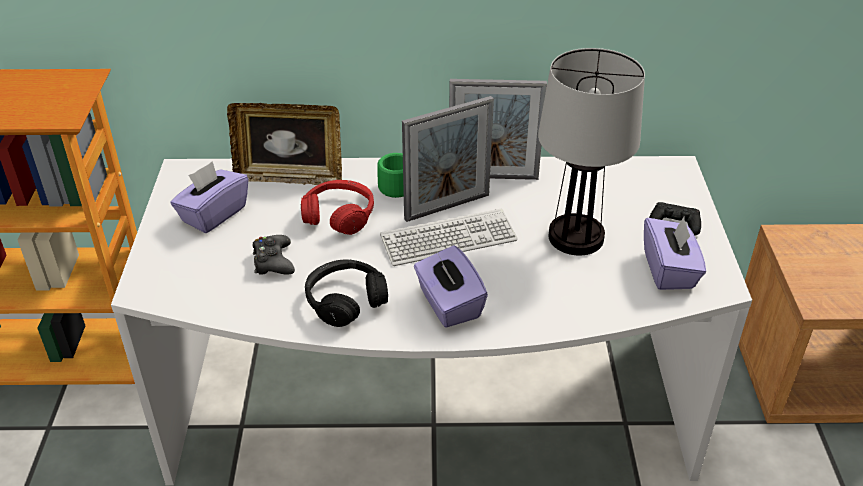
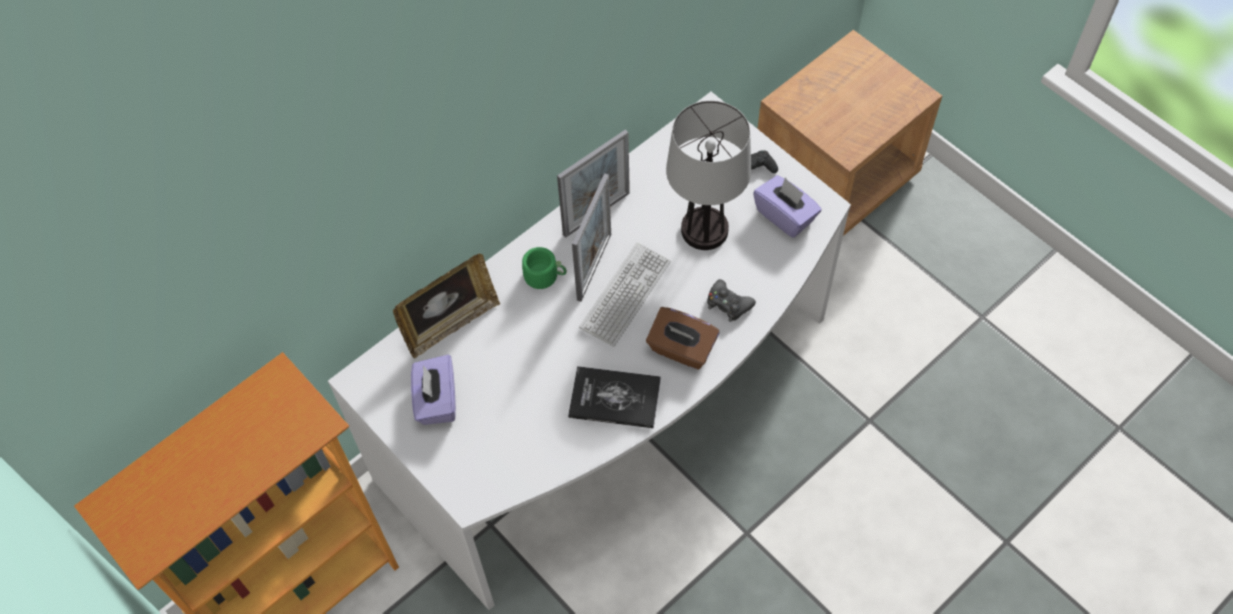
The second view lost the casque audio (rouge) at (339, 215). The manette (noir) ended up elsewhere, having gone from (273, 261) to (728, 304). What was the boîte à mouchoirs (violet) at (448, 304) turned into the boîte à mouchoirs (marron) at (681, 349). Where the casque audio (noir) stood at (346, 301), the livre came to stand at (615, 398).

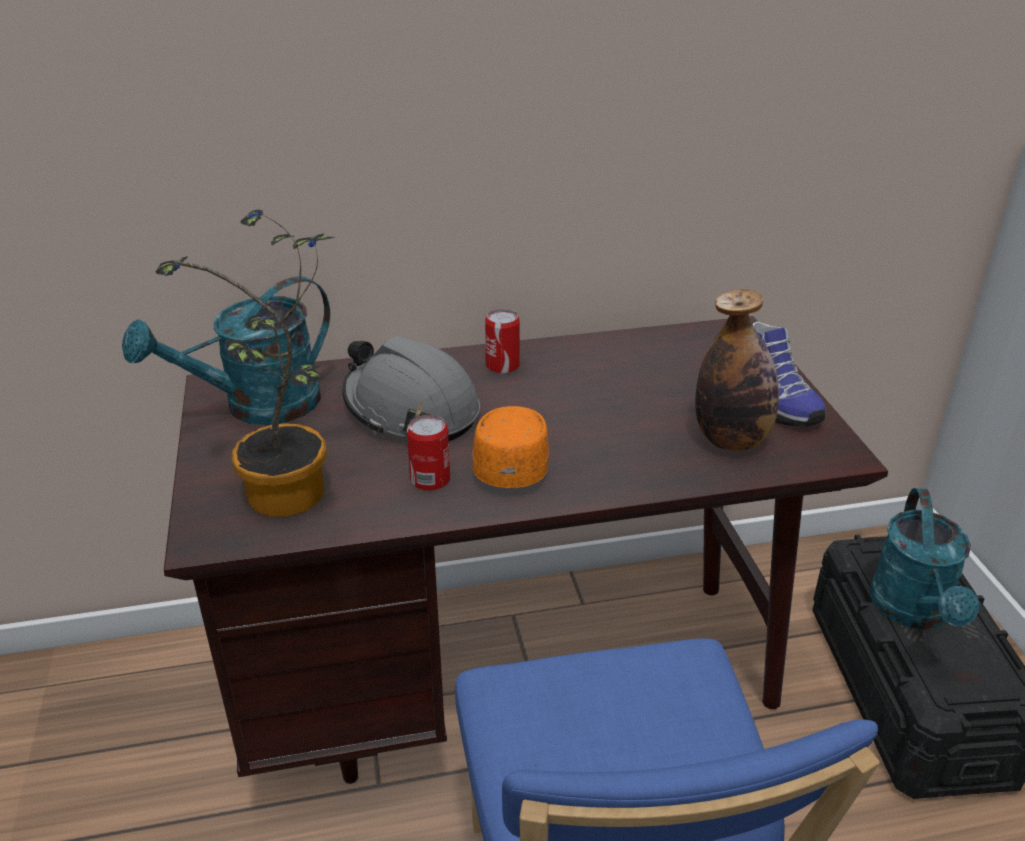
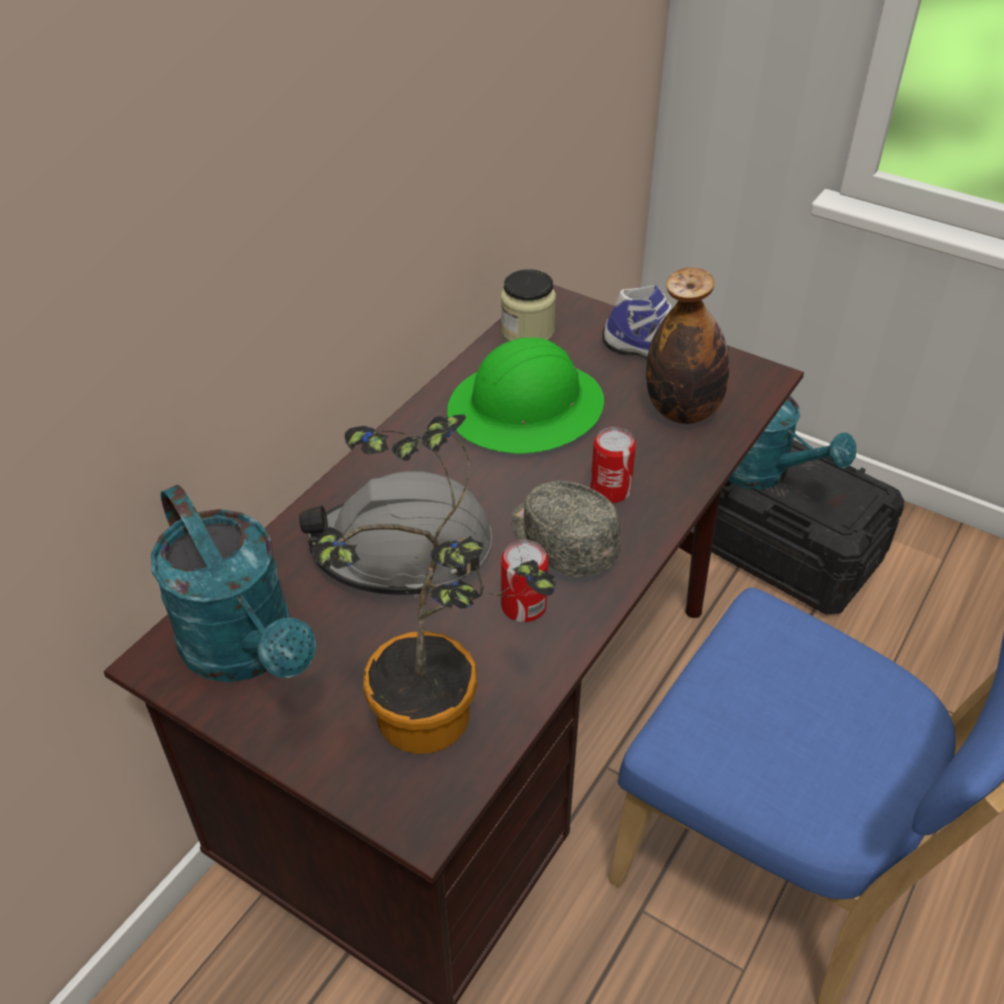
The arrosoir (turquoise) at (257, 407) ended up facing another way, 45 degrees counterclockwise from before. The boîte métallique ended up elsewhere, having gone from (502, 365) to (610, 490). What was the casquette (orange) at (512, 461) turned into the casquette (gris) at (561, 541). The second view gained the bocal at (527, 331). The second view gained the casque de chantier (vert) at (526, 410).

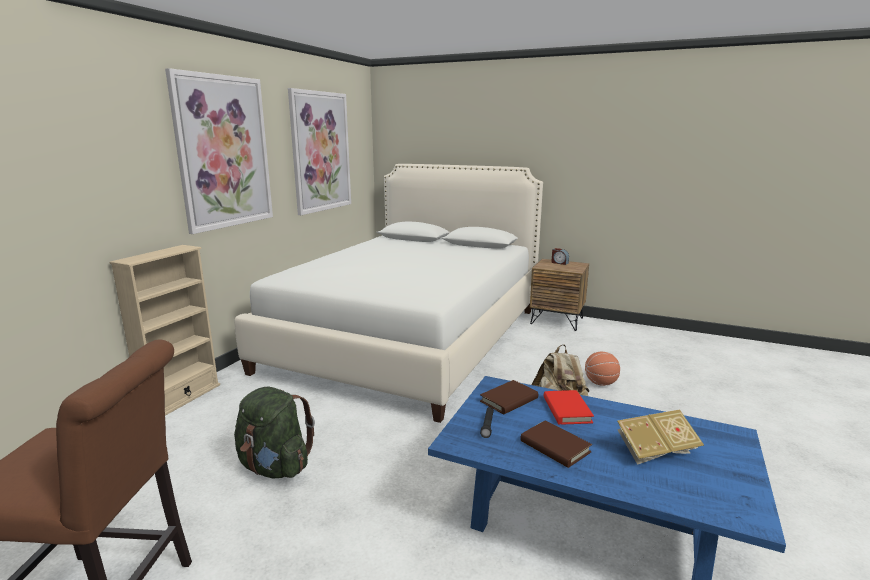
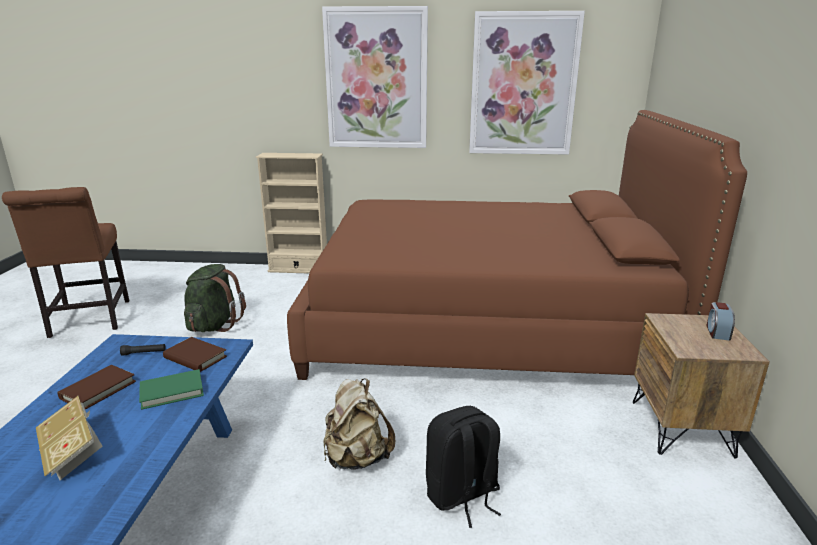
What was the lit (blanc) at (410, 338) turned into the lit (marron) at (484, 324). Where the ballon de basket stood at (601, 383), the sac à dos (noir) came to stand at (462, 495). What was the livre (rouge) at (567, 410) turned into the livre (vert) at (172, 392).

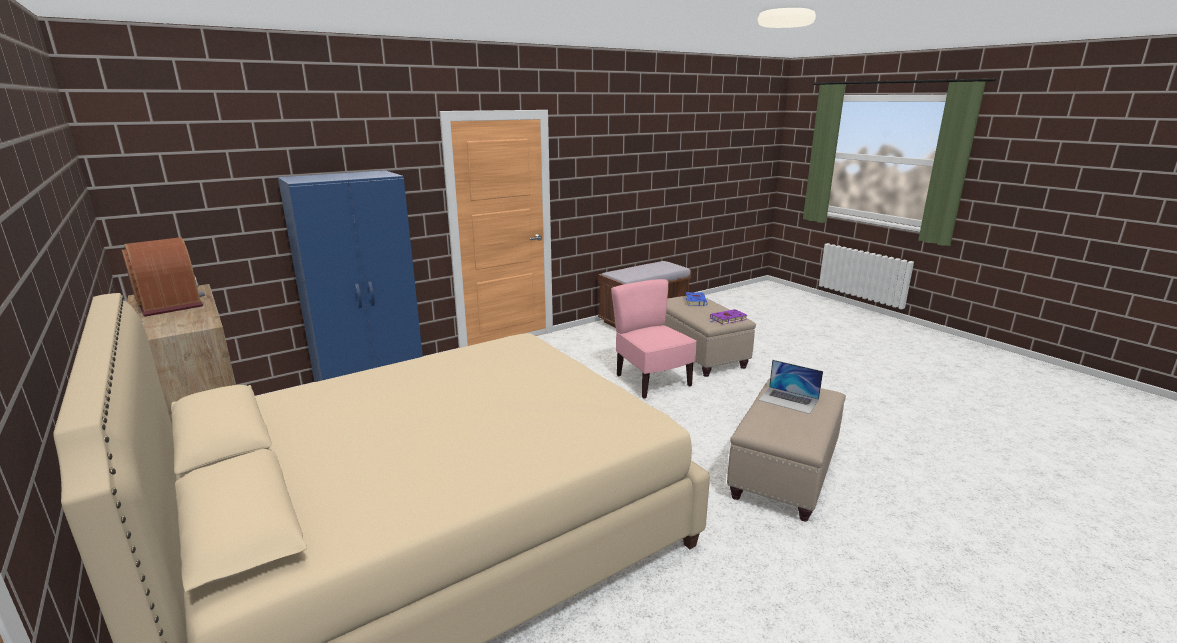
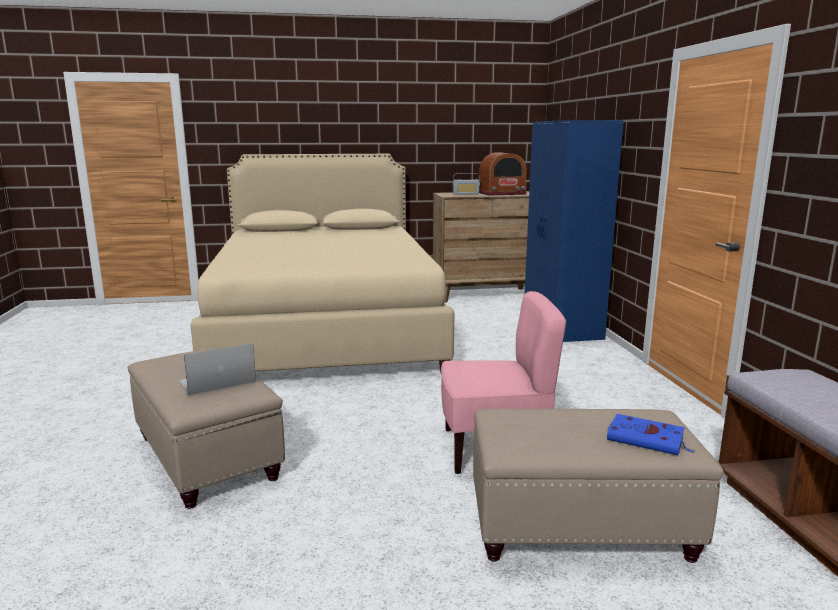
The second view lost the livre (violet) at (727, 319). The second view gained the radio at (466, 194).

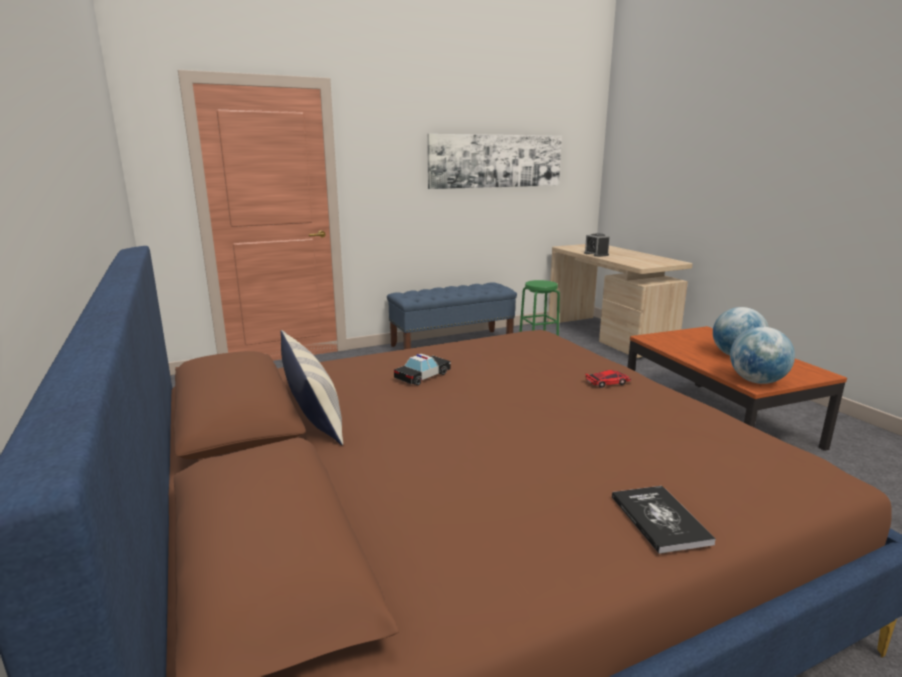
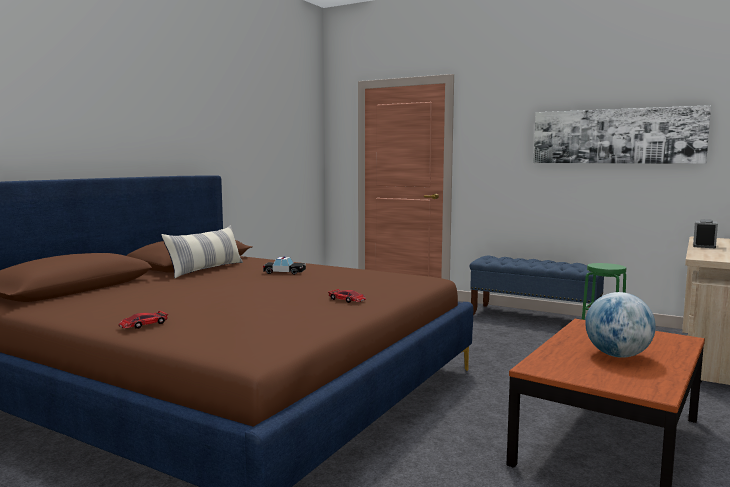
The second view lost the globe at (756, 381). Where the livre stood at (659, 519), the petite voiture came to stand at (143, 324).

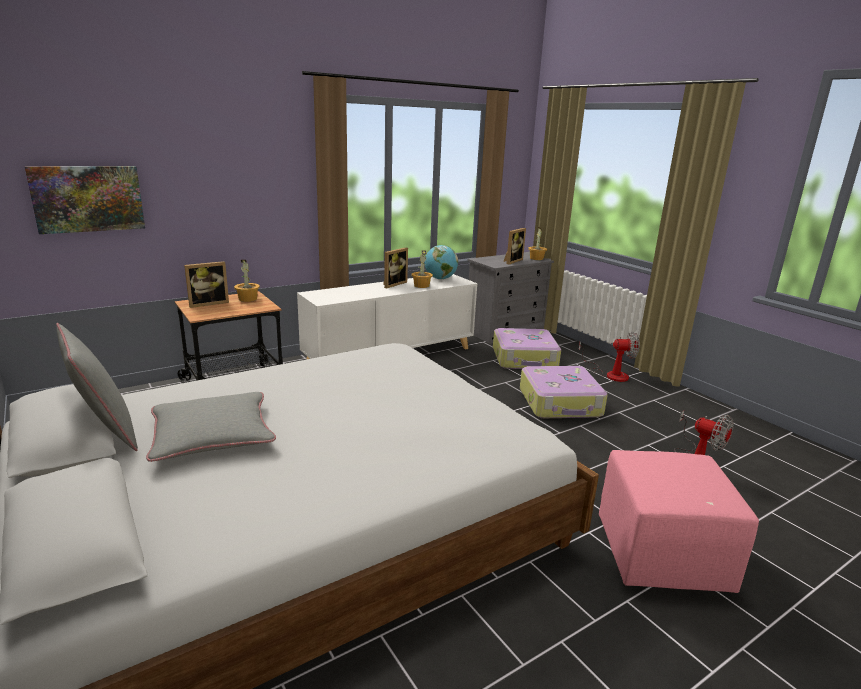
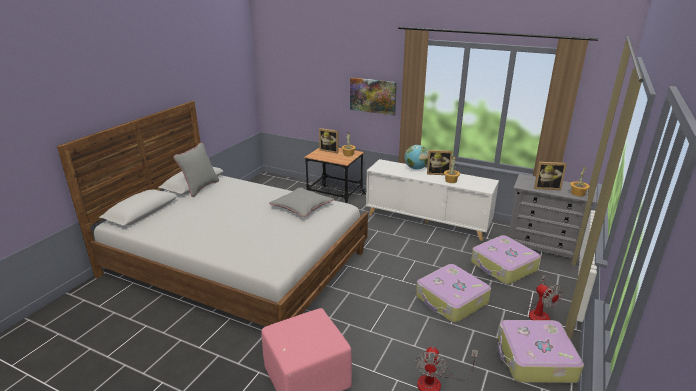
The tableau ended up elsewhere, having gone from (88, 198) to (373, 95). The globe ended up elsewhere, having gone from (440, 279) to (416, 168). The coussin (gris) ended up elsewhere, having gone from (212, 435) to (302, 206). The second view gained the valise at (535, 359).

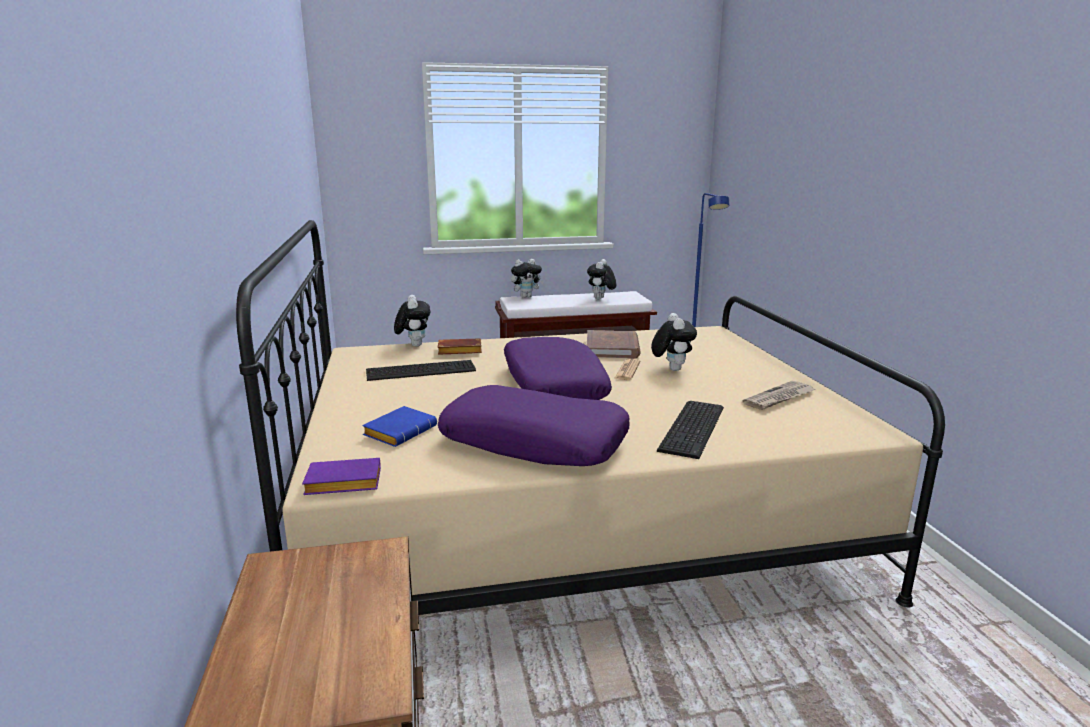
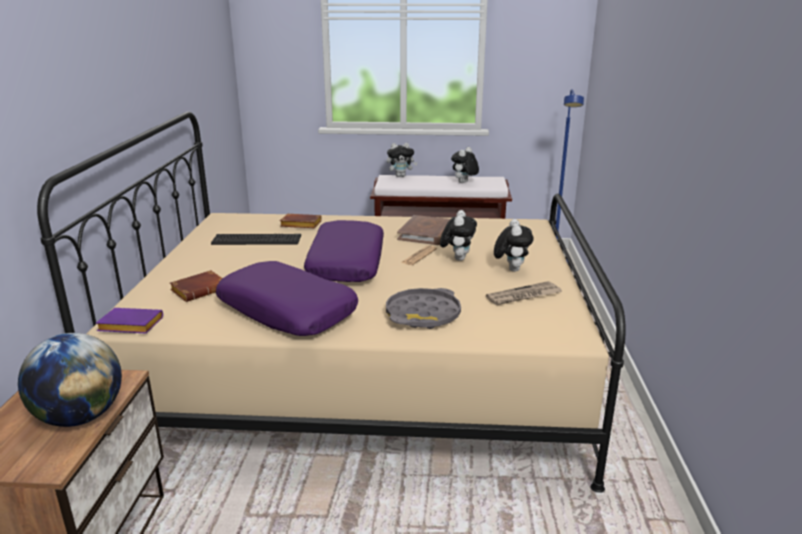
The peluche ended up elsewhere, having gone from (414, 345) to (511, 269). Where the clavier stood at (695, 428), the plateau (gris) came to stand at (423, 314). What was the livre (bleu) at (400, 431) turned into the livre (marron) at (200, 290). The second view gained the globe at (80, 417).

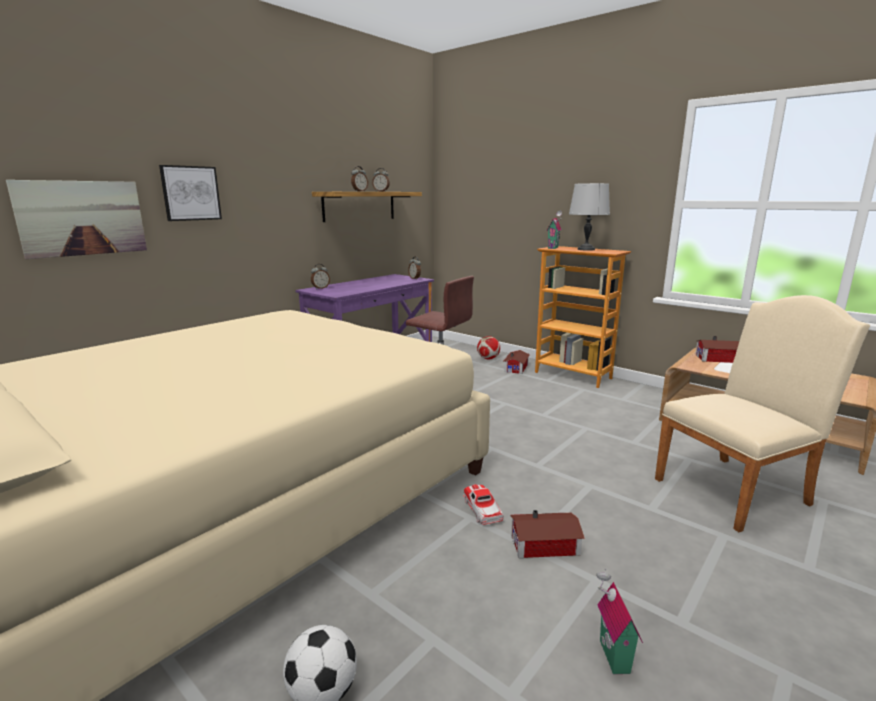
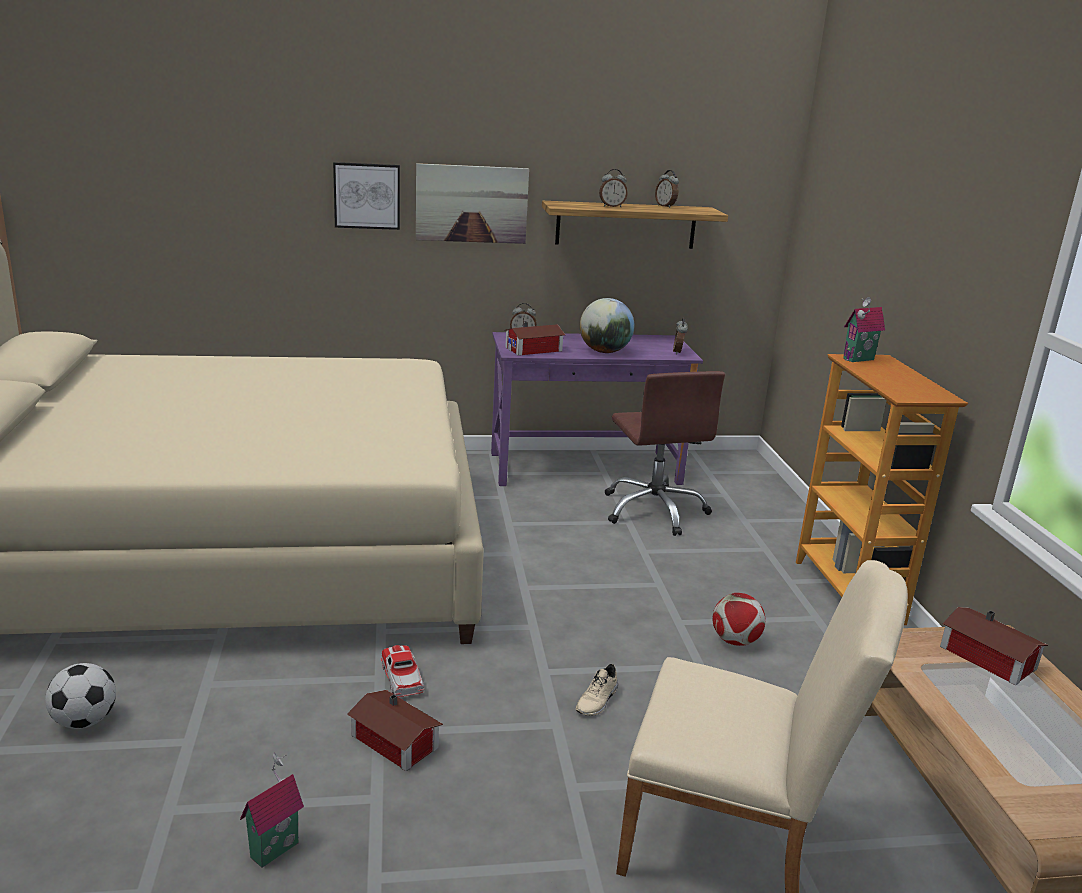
The tableau ended up elsewhere, having gone from (82, 218) to (471, 204). The second view lost the lampe de table (gris) at (586, 249). The ballon de foot ended up elsewhere, having gone from (488, 358) to (735, 641). The maison miniature ended up elsewhere, having gone from (517, 368) to (535, 349). The petite voiture at (482, 510) ended up facing another way, 45 degrees counterclockwise from before. The second view gained the globe at (604, 352). The second view gained the chaussure (beige) at (598, 701).

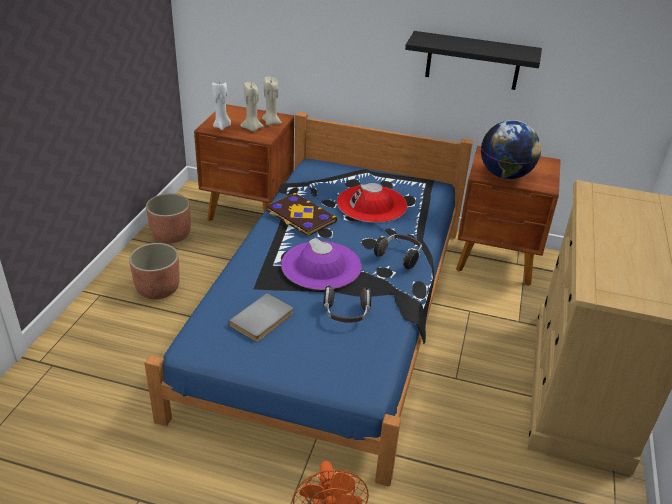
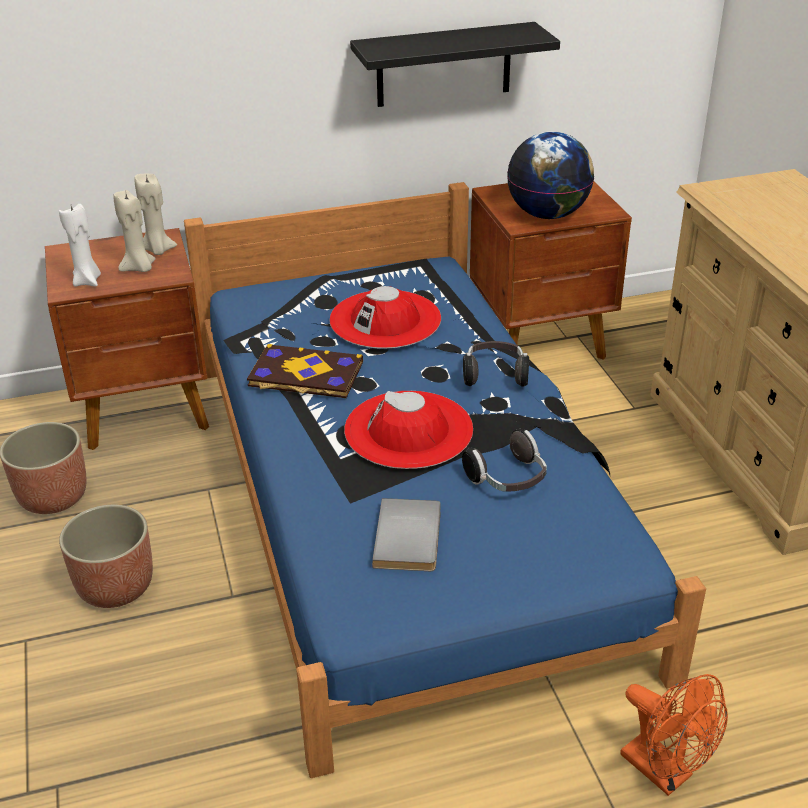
What was the chapeau (violet) at (321, 265) turned into the chapeau (rouge) at (408, 430).

